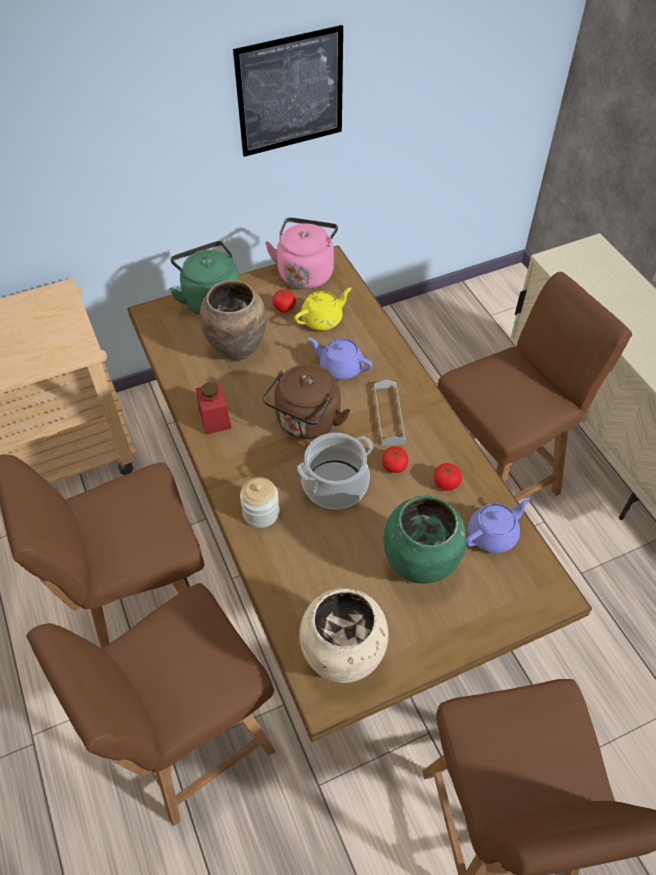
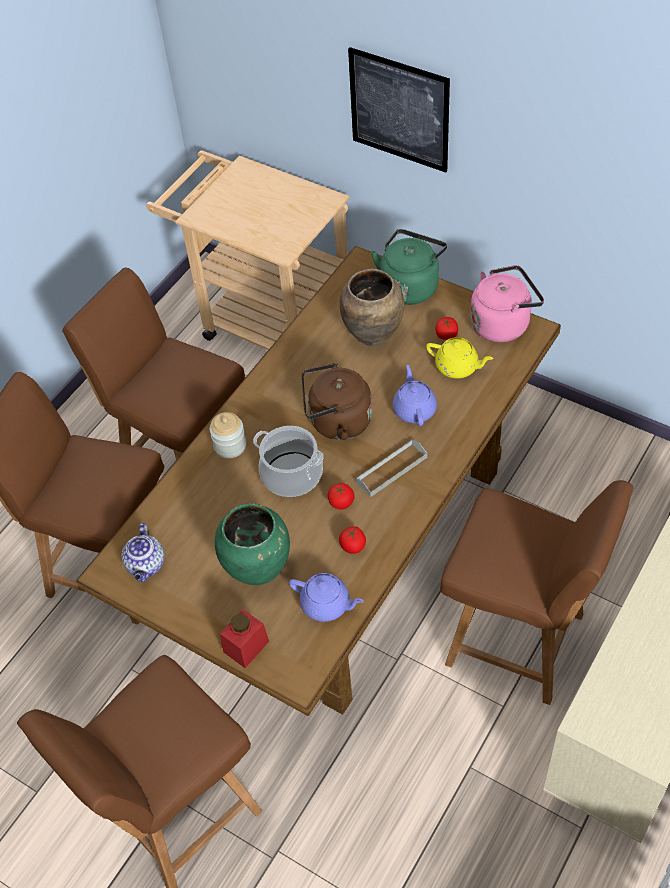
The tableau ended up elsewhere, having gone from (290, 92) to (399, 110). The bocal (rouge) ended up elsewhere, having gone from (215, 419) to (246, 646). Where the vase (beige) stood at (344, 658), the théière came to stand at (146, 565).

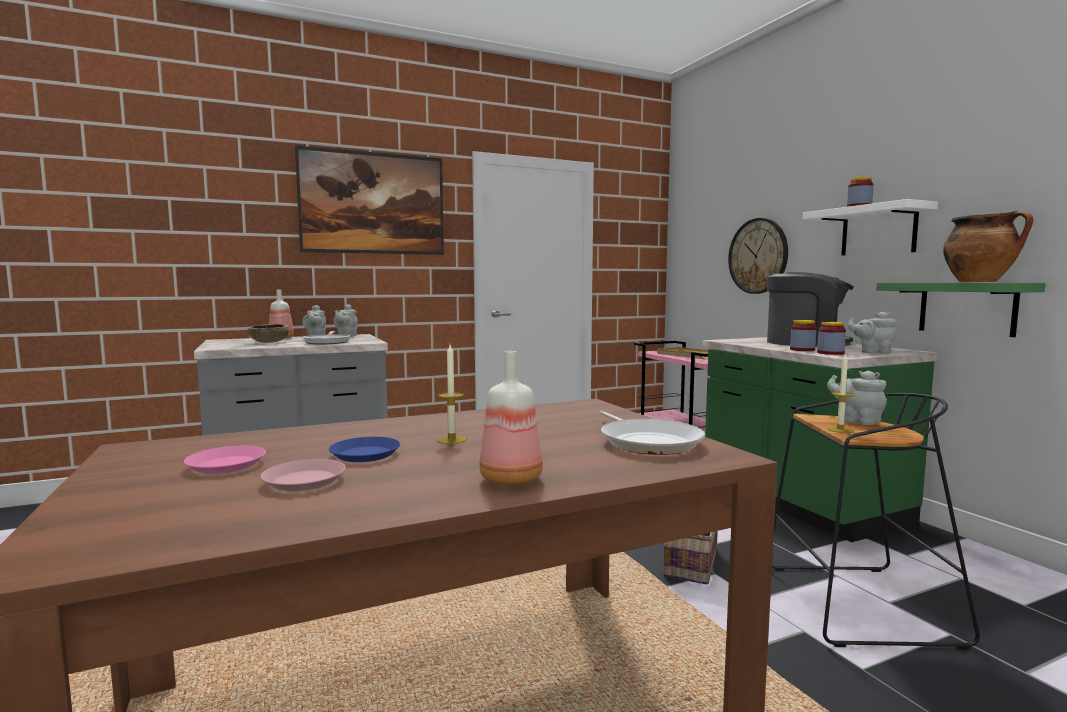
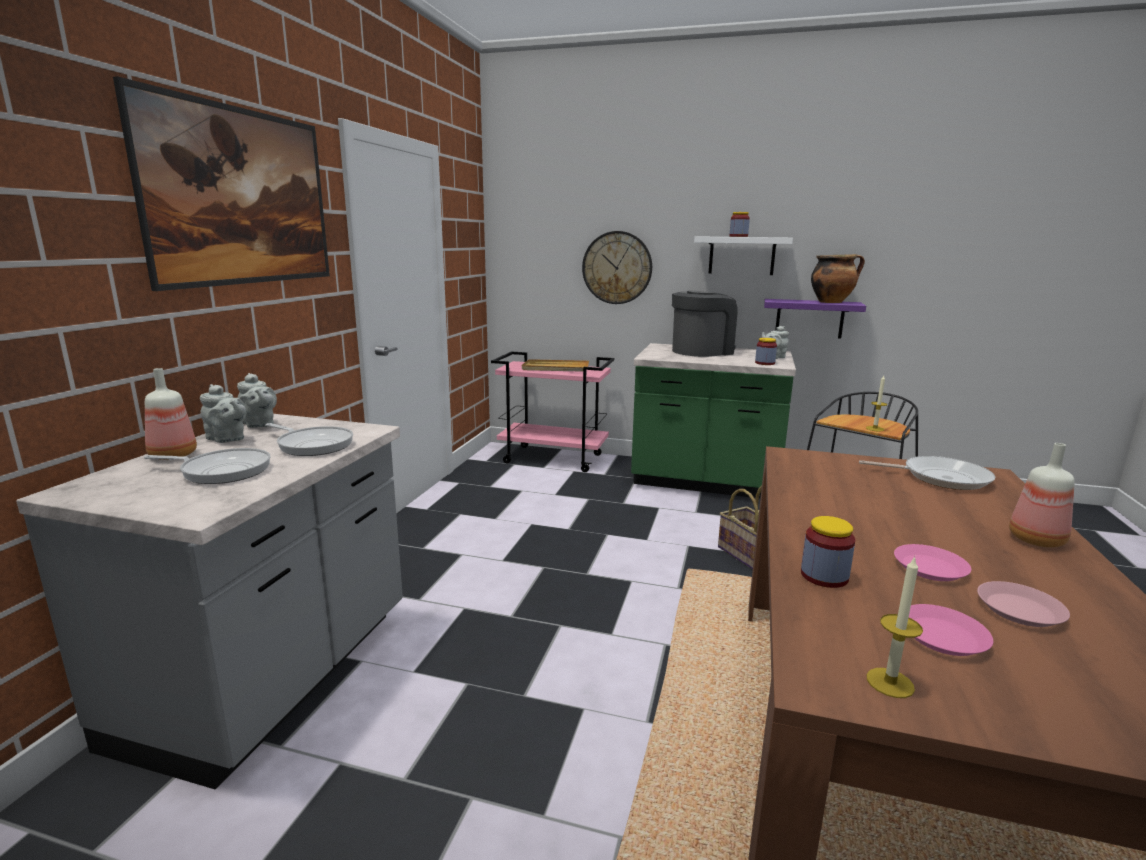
What was the étagère (vert) at (966, 308) turned into the étagère (violet) at (809, 318). The bocal ended up elsewhere, having gone from (802, 350) to (824, 576). Where the bol (marron) stood at (269, 342), the poêle came to stand at (222, 471). The bougie ended up elsewhere, having gone from (451, 440) to (890, 683). The second view lost the théière (gris) at (857, 421). What was the assiette (bleu) at (365, 454) turned into the assiette (rose) at (929, 568).

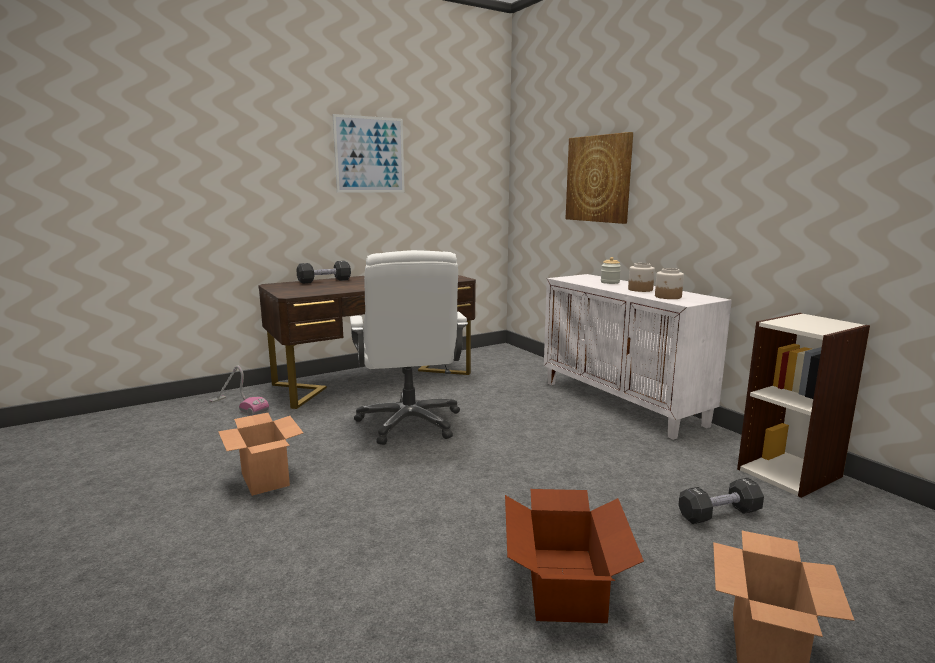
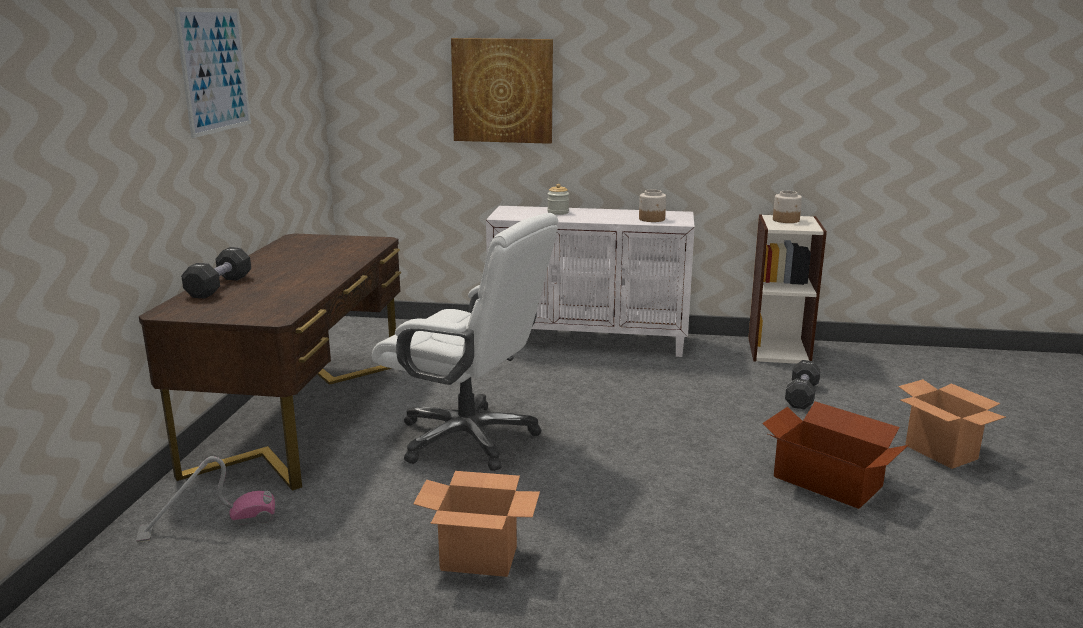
The bocal ended up elsewhere, having gone from (640, 289) to (786, 220).

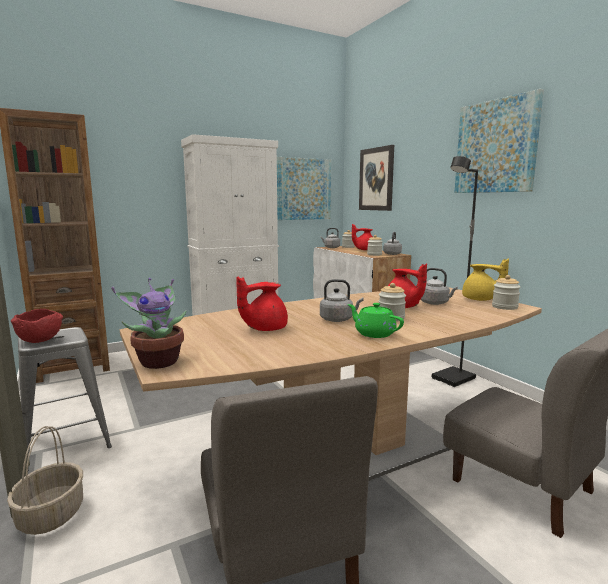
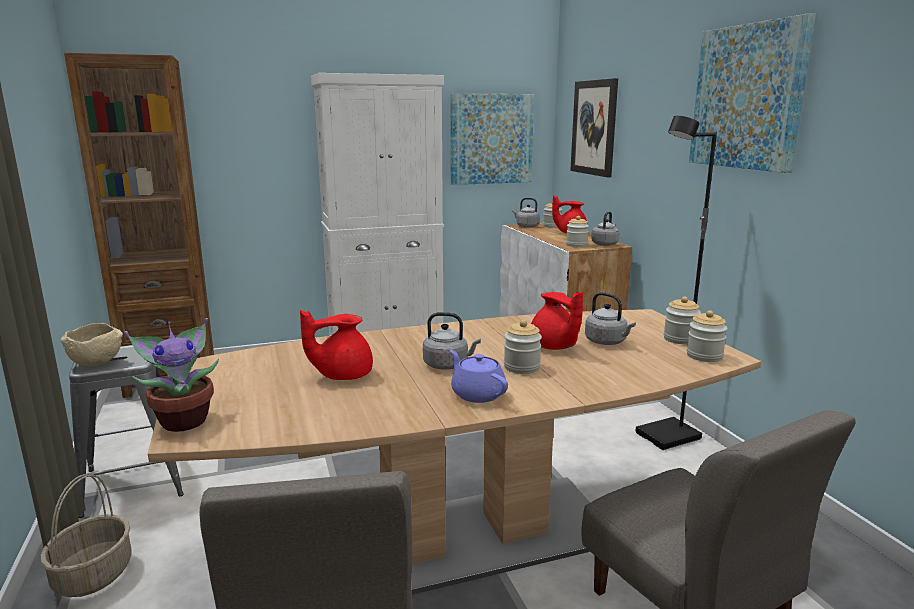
Where the théière (jaune) stood at (480, 300), the bocal came to stand at (680, 339). What was the théière (vert) at (374, 333) turned into the théière (violet) at (477, 394). What was the bol (rouge) at (40, 341) turned into the bol (beige) at (97, 363).

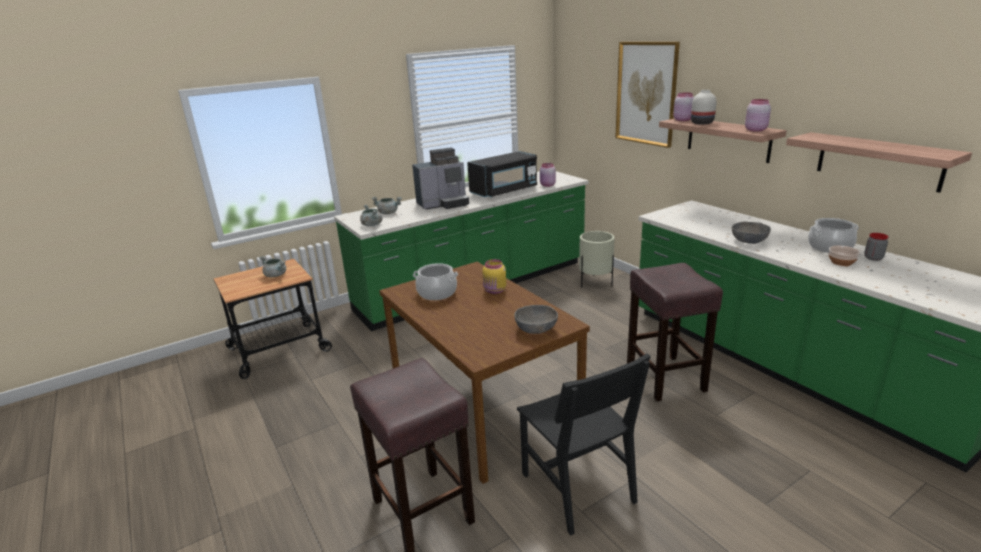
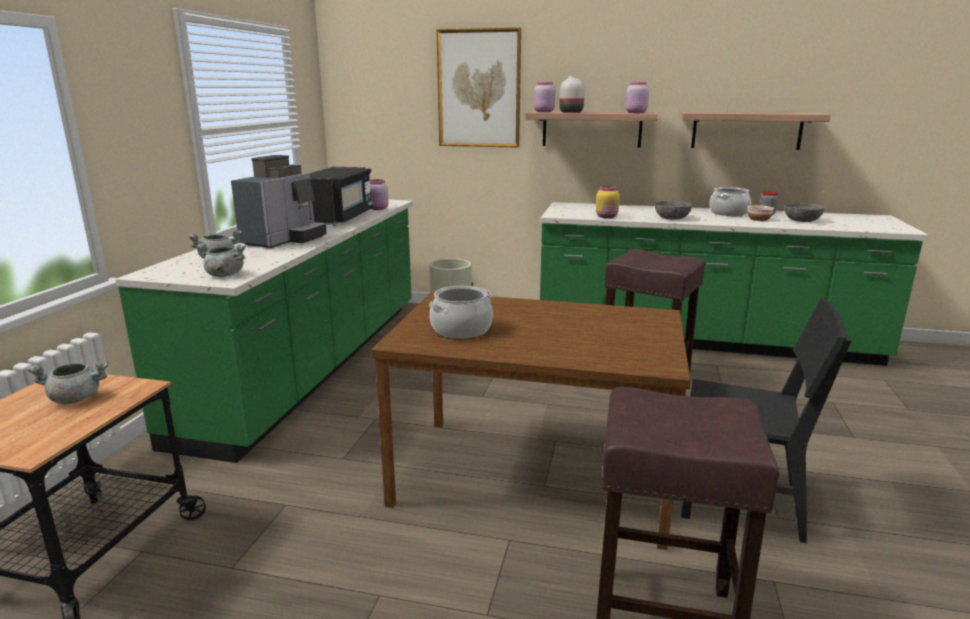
The bocal (jaune) ended up elsewhere, having gone from (495, 291) to (607, 217). The bol (gris) ended up elsewhere, having gone from (536, 329) to (802, 221).

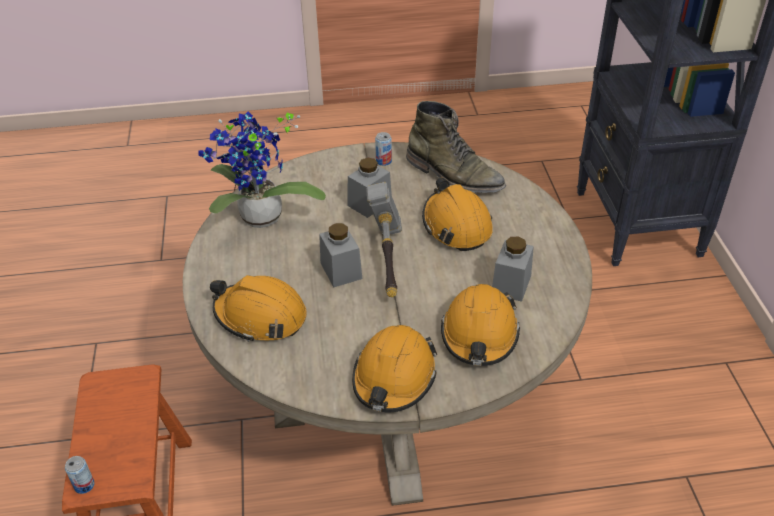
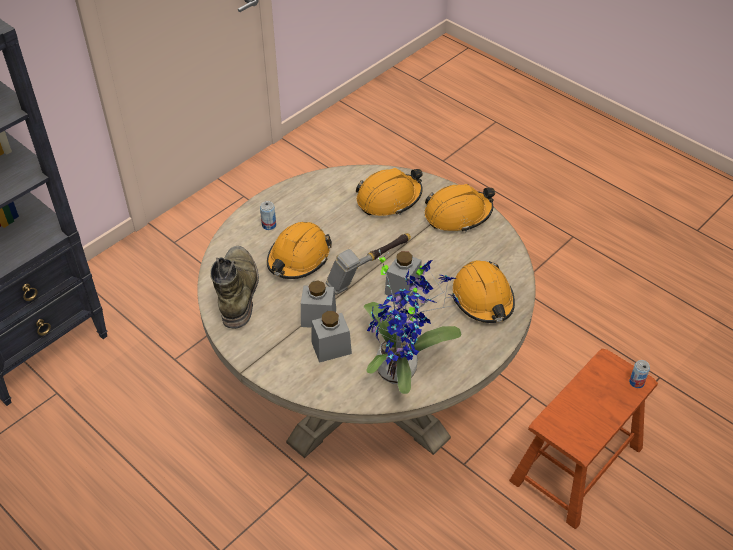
The boîte métallique ended up elsewhere, having gone from (383, 161) to (269, 225). The bocal (gris) ended up elsewhere, having gone from (511, 284) to (331, 348).

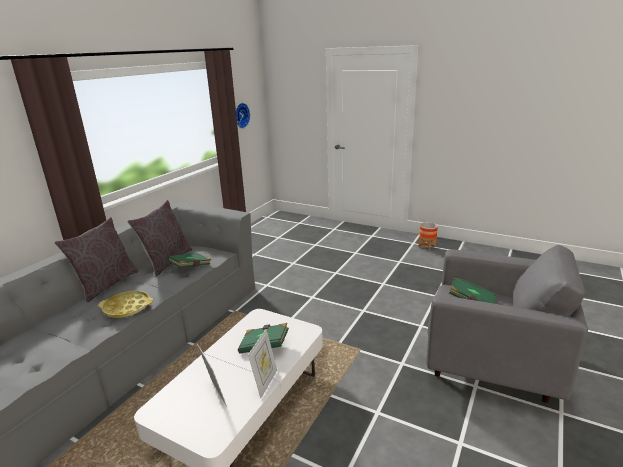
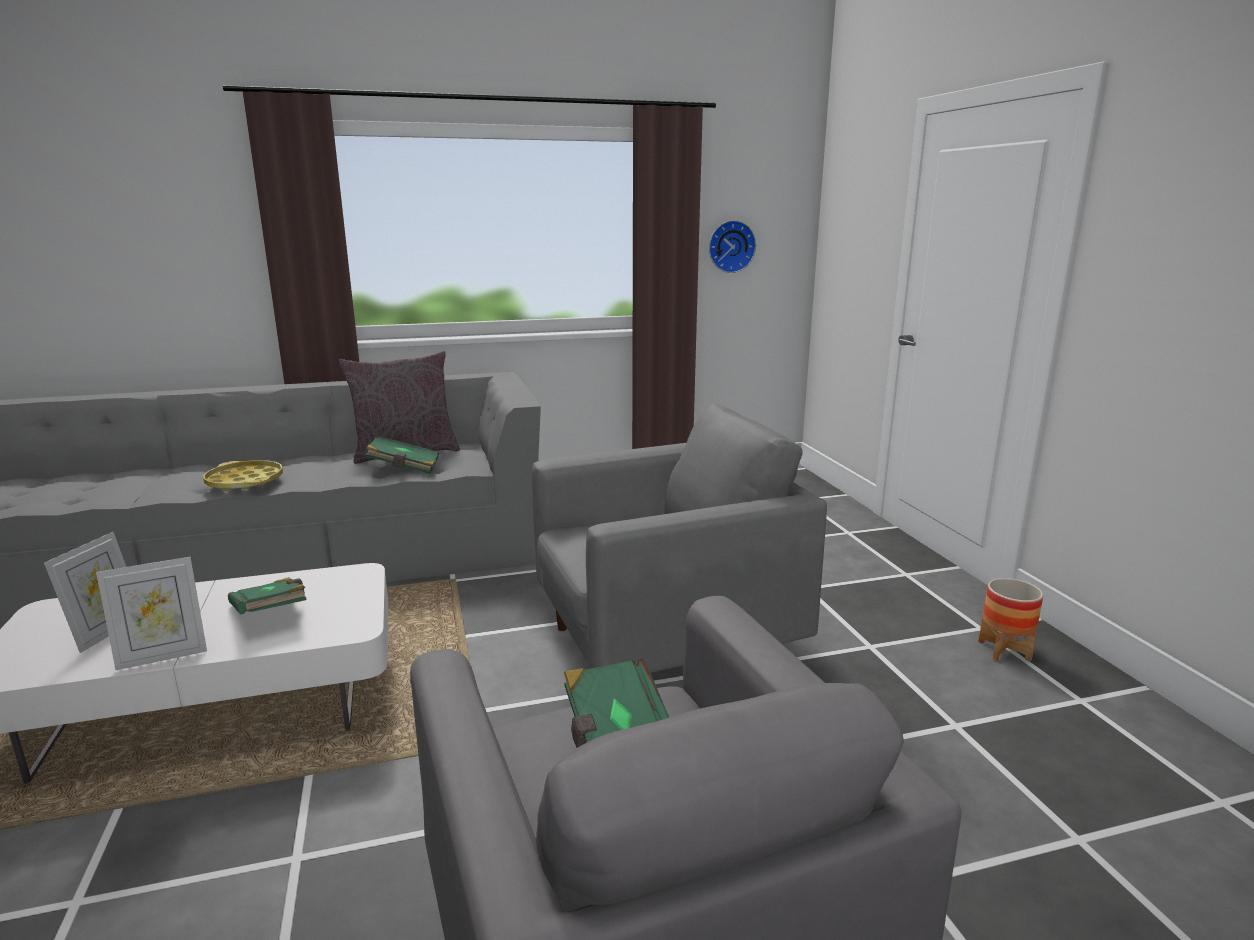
The second view lost the coussin (gris) at (106, 284). The second view gained the fauteuil (gris) at (664, 644).

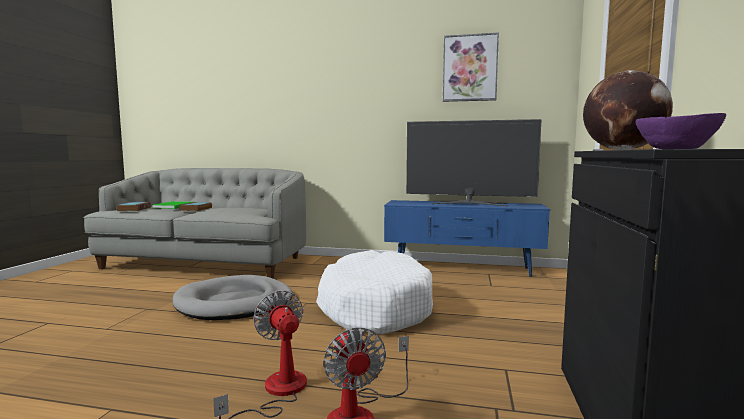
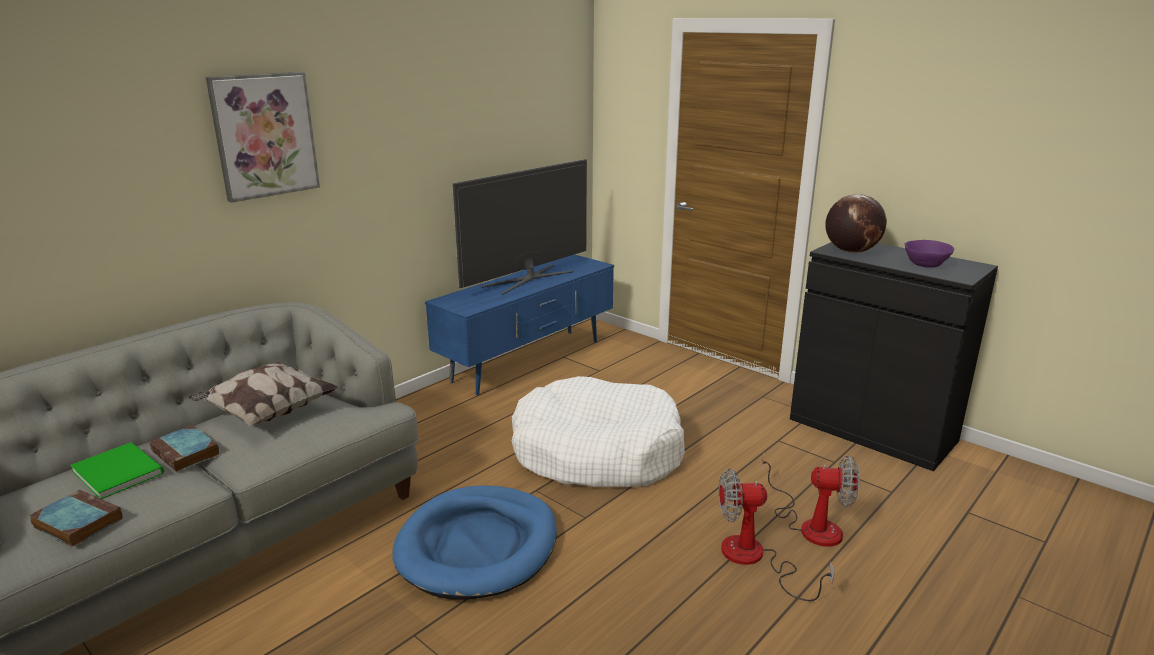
The tableau ended up elsewhere, having gone from (470, 68) to (264, 135). What was the panier pour chien (gris) at (234, 303) turned into the panier pour chien (bleu) at (478, 546). The second view gained the coussin at (267, 413).

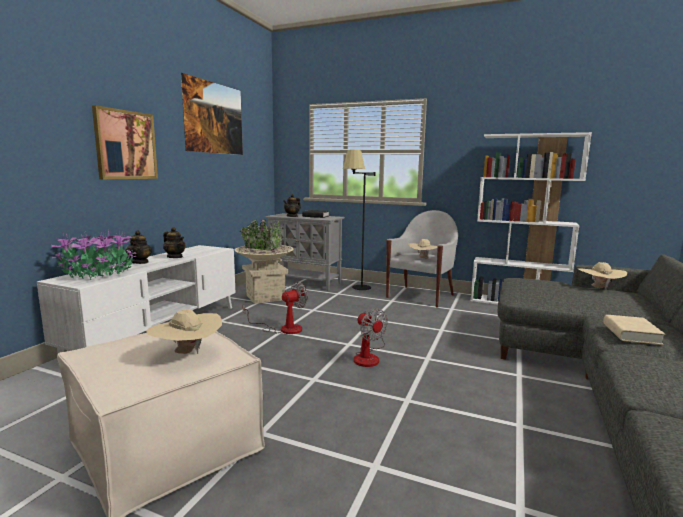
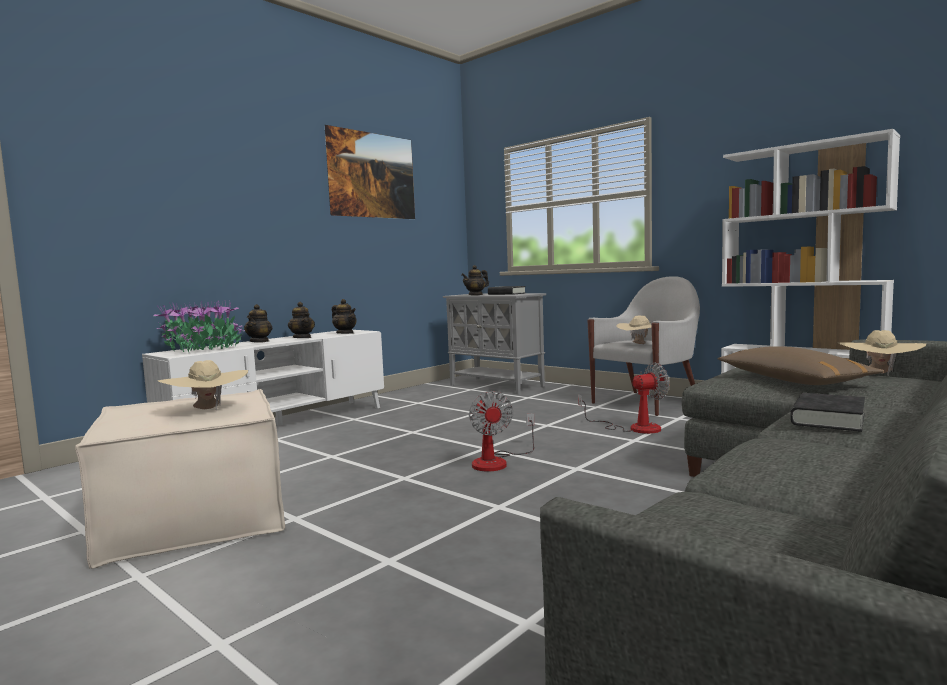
The second view lost the tableau at (125, 145). The second view lost the lampadaire (noir) at (356, 289). The second view lost the cache-pot (beige) at (265, 297). The ventilateur ended up elsewhere, having gone from (283, 329) to (634, 428). What was the livre (beige) at (631, 334) turned into the livre (noir) at (828, 419). The second view gained the théière at (345, 333). The second view gained the coussin (marron) at (792, 380).

